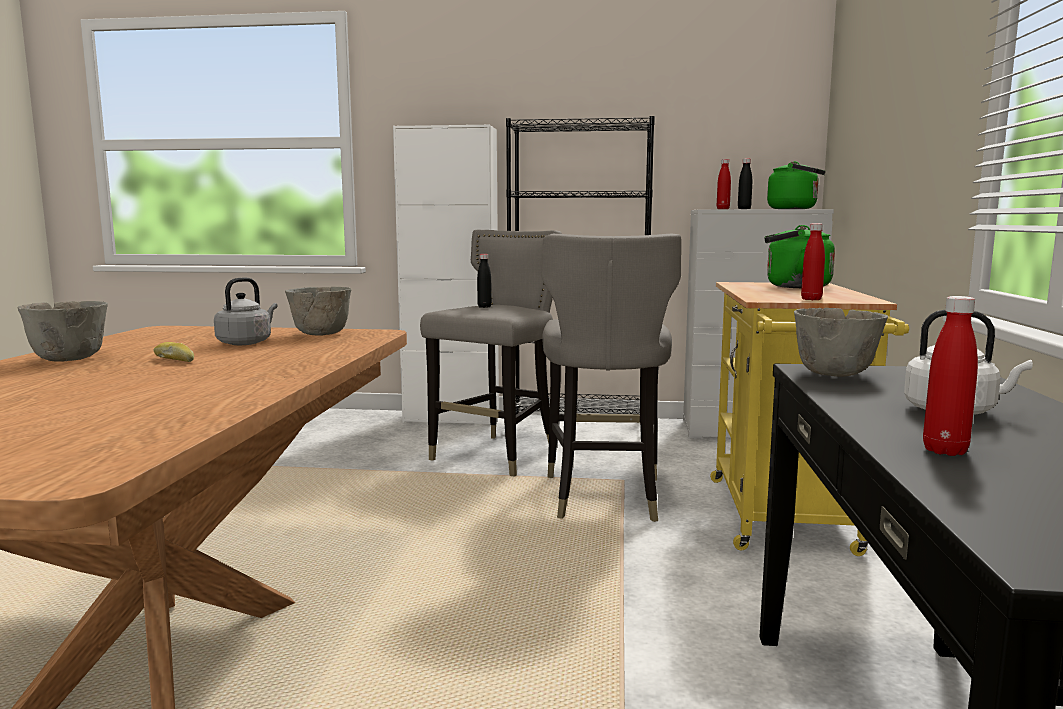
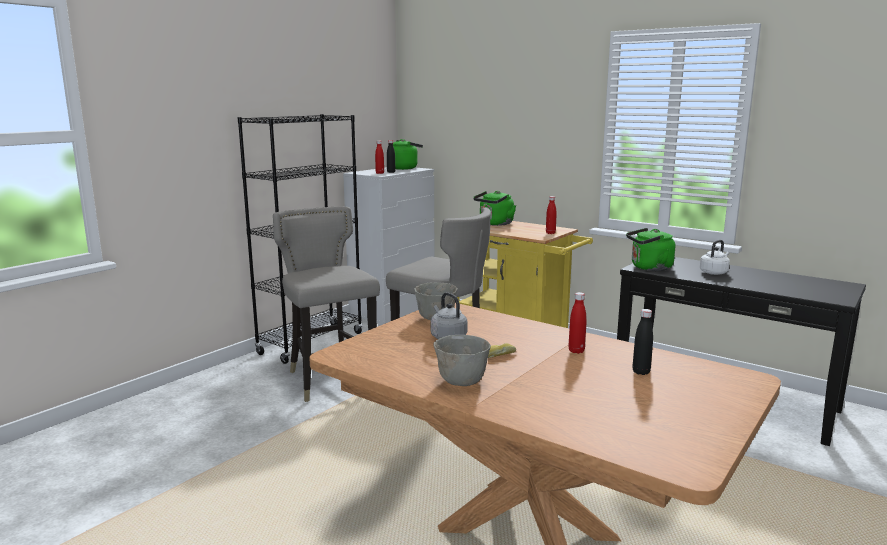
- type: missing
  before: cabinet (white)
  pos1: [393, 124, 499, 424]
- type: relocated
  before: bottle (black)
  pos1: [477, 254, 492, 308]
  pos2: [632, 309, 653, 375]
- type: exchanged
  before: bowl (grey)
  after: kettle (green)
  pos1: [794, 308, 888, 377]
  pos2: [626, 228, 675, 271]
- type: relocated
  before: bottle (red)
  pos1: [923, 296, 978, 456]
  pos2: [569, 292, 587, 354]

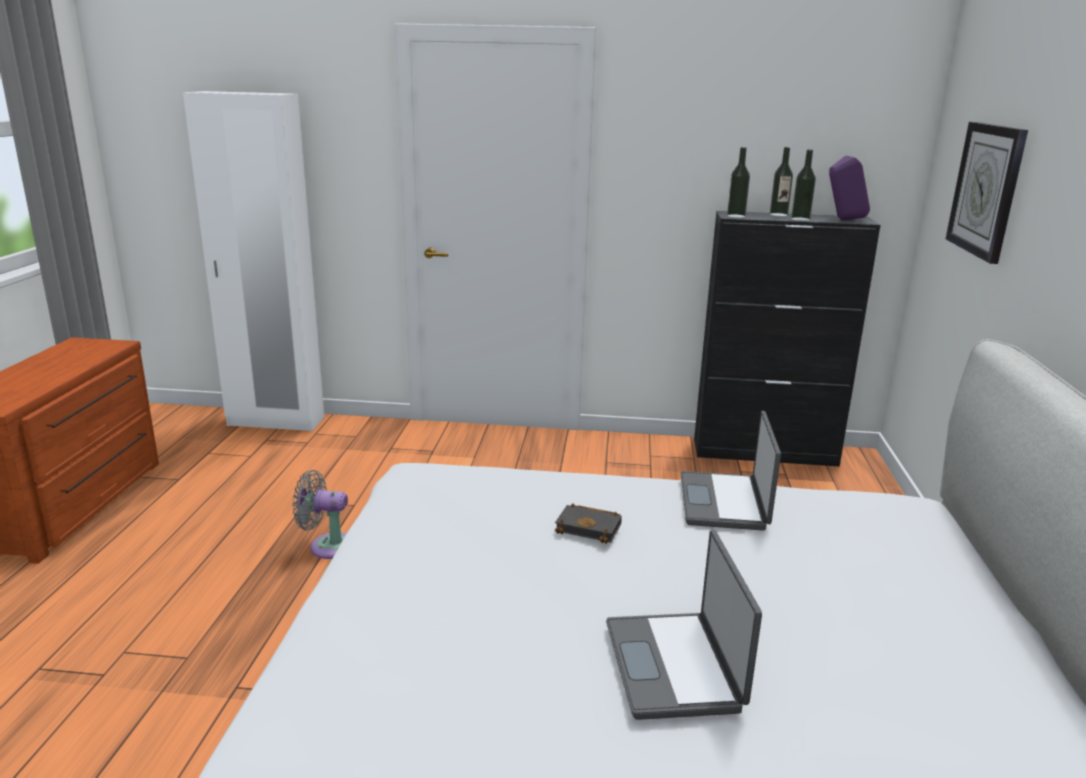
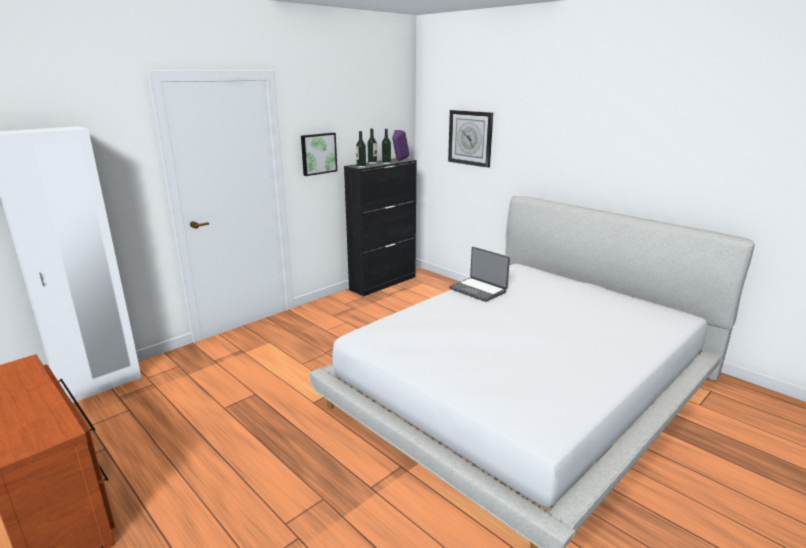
- type: missing
  before: fan (grey)
  pos1: [293, 470, 348, 559]
- type: missing
  before: book (black)
  pos1: [555, 503, 622, 544]
- type: missing
  before: laptop
  pos1: [606, 530, 762, 720]
- type: appeared
  after: picture
  pos2: [301, 133, 337, 176]

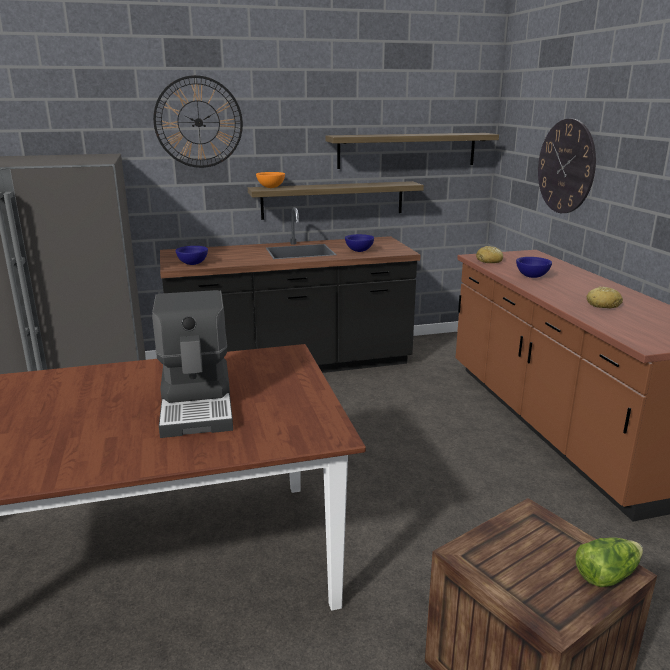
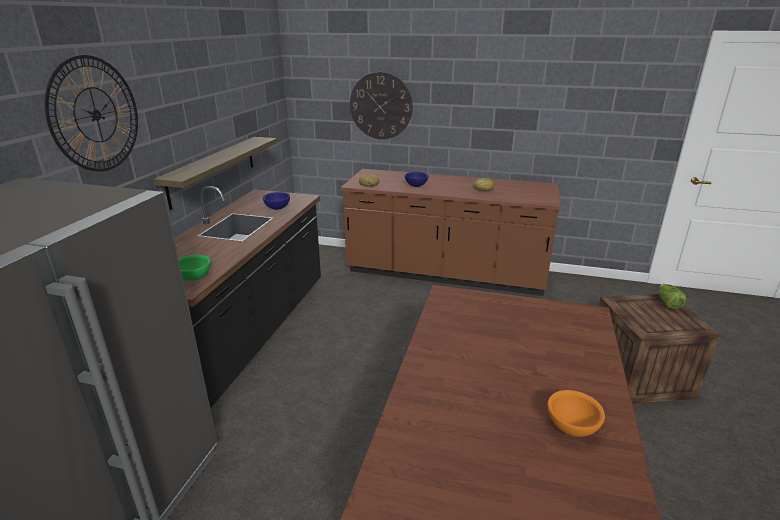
- type: missing
  before: coffee machine
  pos1: [152, 290, 233, 438]
- type: colour
  before: bowl (blue)
  after: bowl (green)
  pos1: [176, 246, 208, 265]
  pos2: [179, 255, 211, 281]
- type: relocated
  before: bowl (orange)
  pos1: [256, 172, 285, 188]
  pos2: [548, 390, 605, 437]
- type: missing
  before: shelf
  pos1: [325, 133, 499, 169]

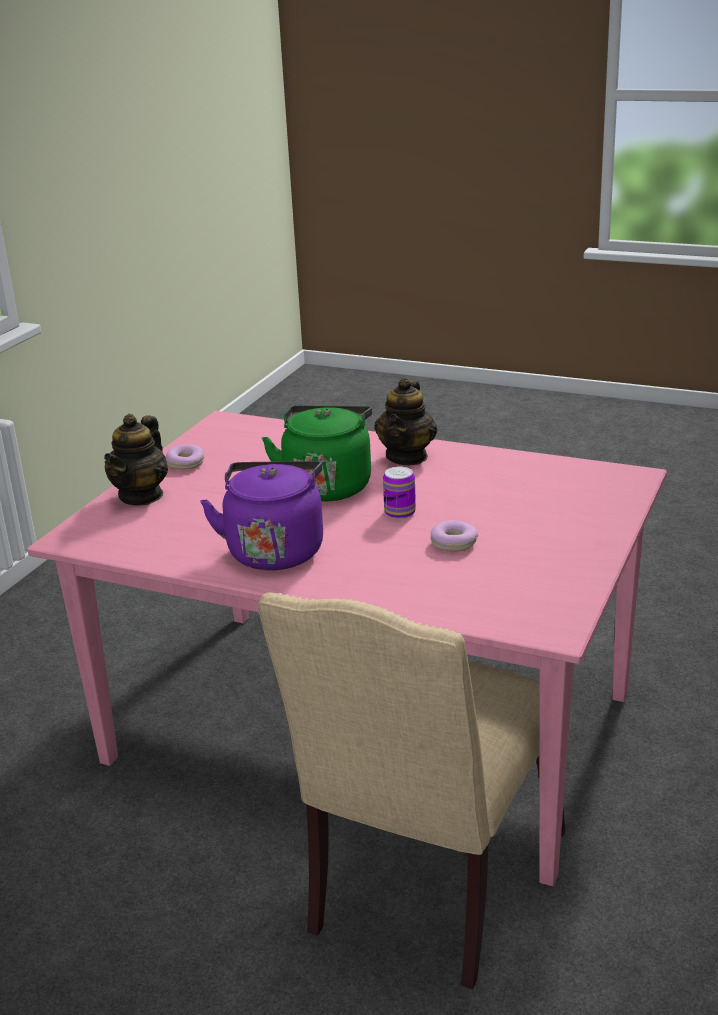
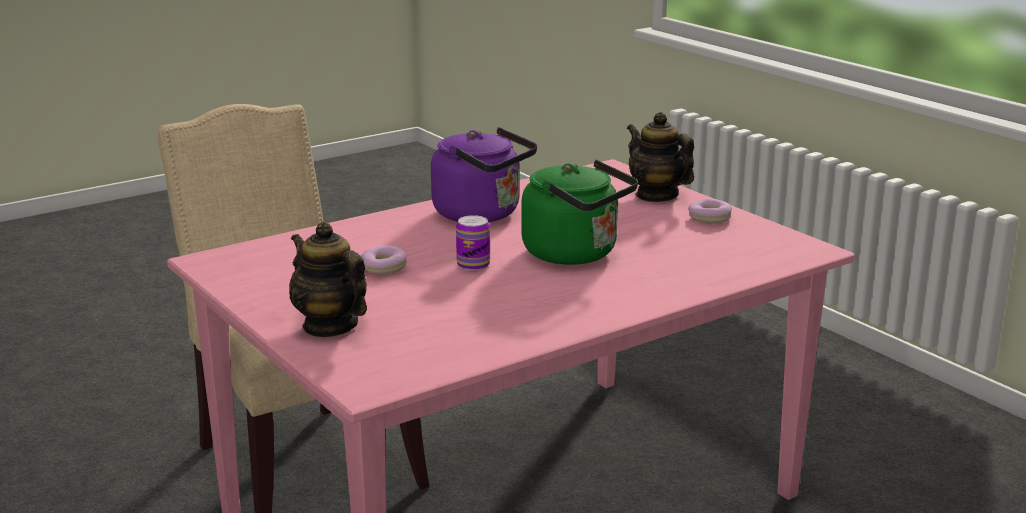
- type: relocated
  before: teapot
  pos1: [374, 377, 437, 465]
  pos2: [289, 221, 367, 337]

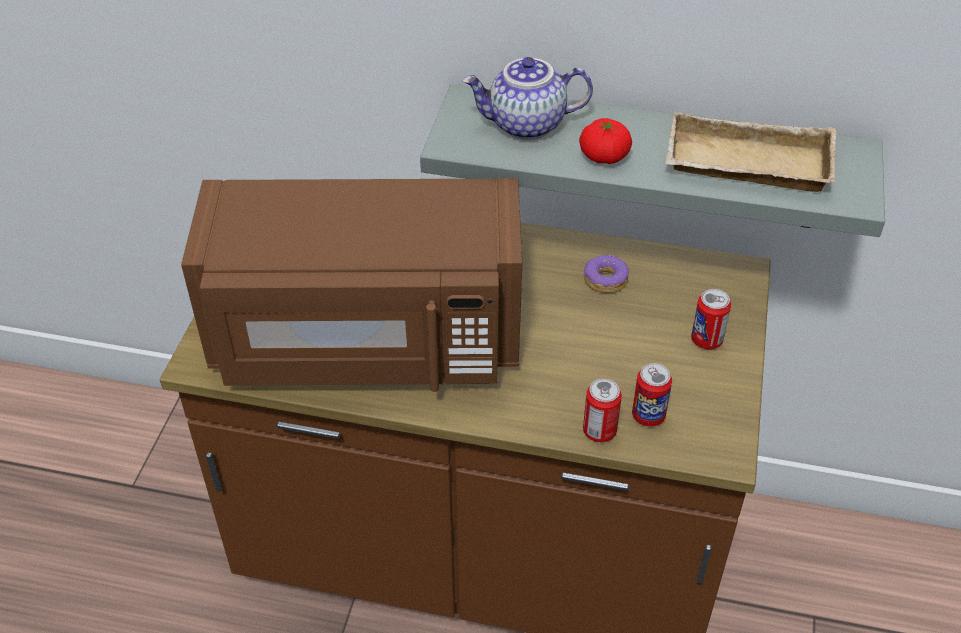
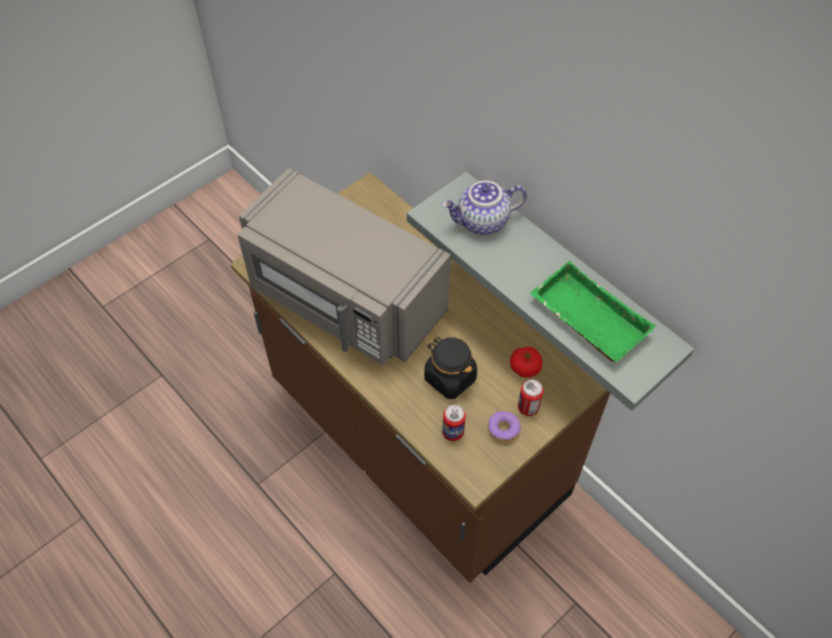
- type: colour
  before: microwave (brown)
  after: microwave (grey)
  pos1: [181, 178, 522, 392]
  pos2: [237, 168, 451, 365]
- type: spun
  before: teapot
  pos1: [462, 57, 593, 140]
  pos2: [442, 181, 527, 235]
  turn: -45
- type: relocated
  before: tomato
  pos1: [579, 118, 632, 164]
  pos2: [510, 346, 543, 378]
- type: relocated
  before: donut
  pos1: [583, 254, 629, 293]
  pos2: [488, 411, 521, 443]
- type: missing
  before: can
  pos1: [583, 378, 622, 442]
- type: colour
  before: tray (beige)
  after: tray (green)
  pos1: [665, 111, 837, 192]
  pos2: [530, 261, 656, 362]
- type: appeared
  after: jar (black)
  pos2: [424, 337, 477, 399]

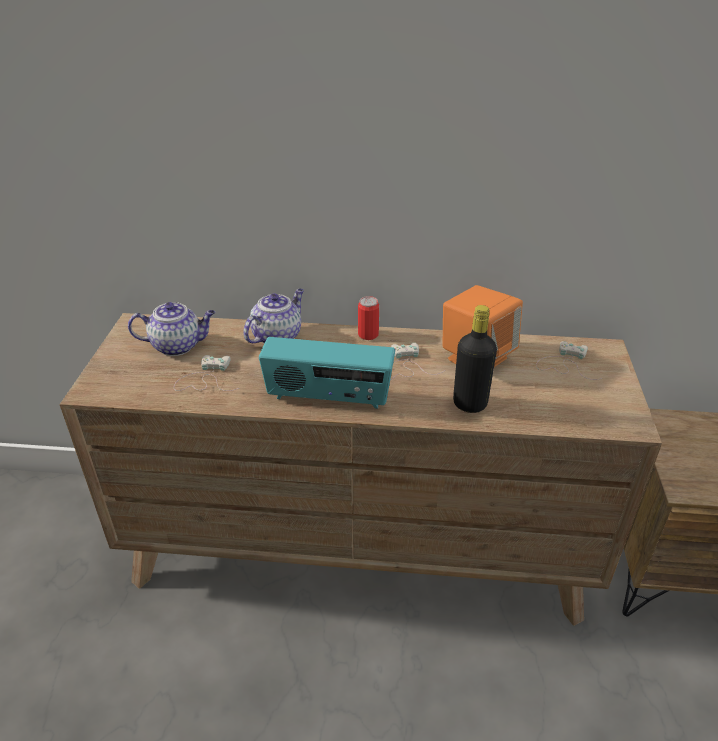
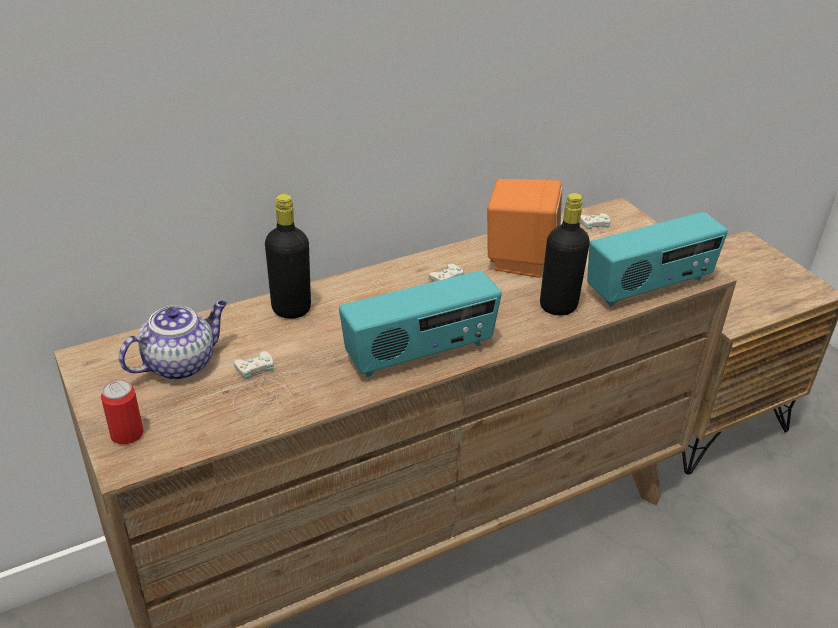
- type: exchanged
  before: teapot
  after: bottle (black)
  pos1: [244, 289, 304, 344]
  pos2: [265, 194, 311, 319]
- type: relocated
  before: can
  pos1: [358, 296, 379, 340]
  pos2: [101, 379, 144, 444]
- type: appeared
  after: radio
  pos2: [587, 212, 728, 307]

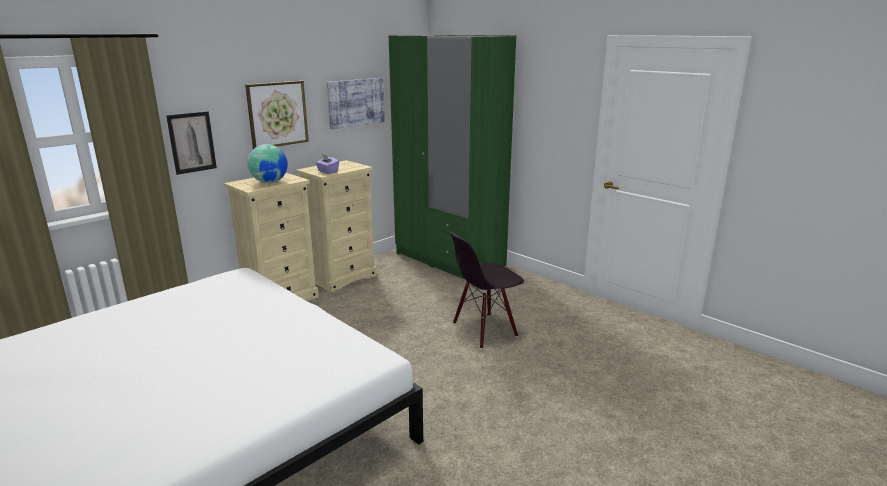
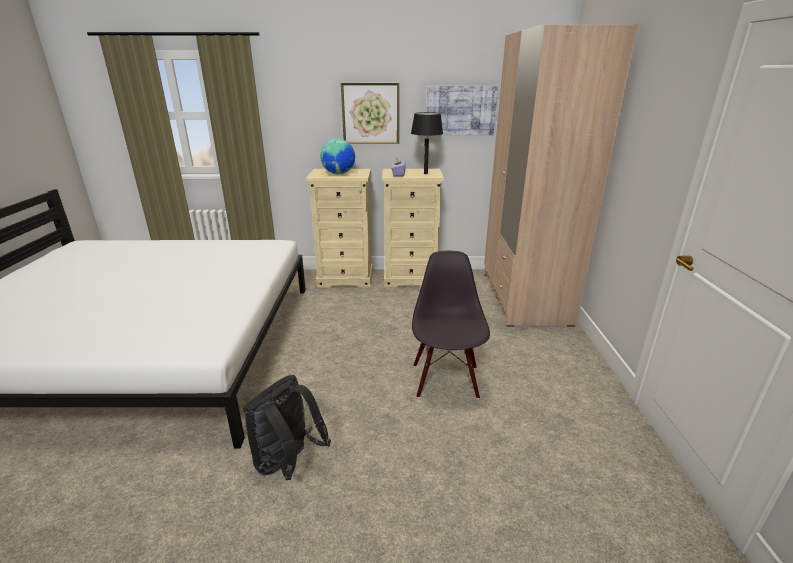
- type: missing
  before: picture
  pos1: [166, 111, 217, 175]
- type: colour
  before: wardrobe (green)
  after: wardrobe (beige)
  pos1: [389, 35, 516, 282]
  pos2: [484, 24, 639, 326]
- type: spun
  before: chair (black)
  pos1: [450, 232, 524, 349]
  pos2: [412, 251, 490, 399]
  turn: 75
- type: appeared
  after: backpack (black)
  pos2: [243, 375, 331, 480]
- type: appeared
  after: table lamp (black)
  pos2: [411, 112, 443, 174]

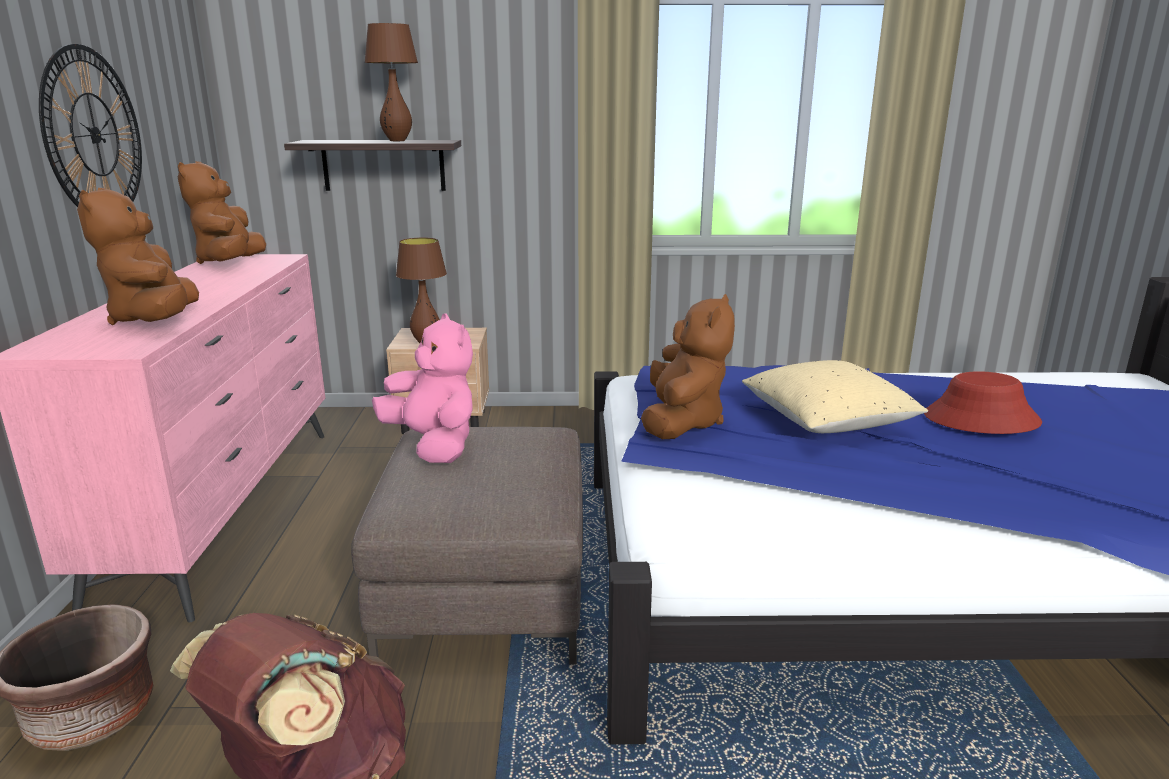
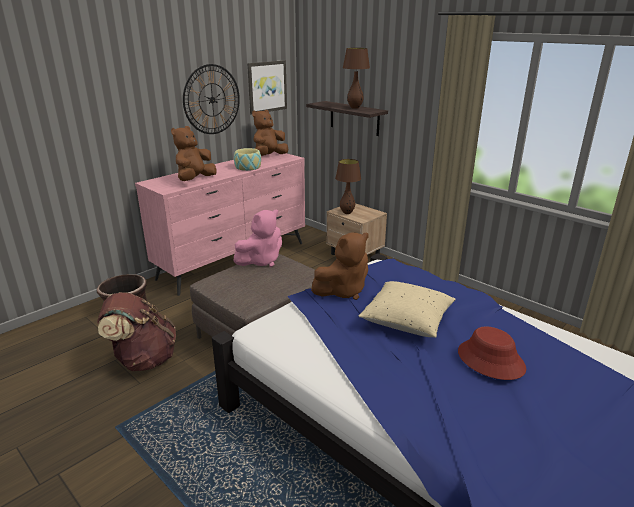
- type: spun
  before: plush toy (pink)
  pos1: [372, 313, 473, 463]
  pos2: [234, 209, 282, 267]
  turn: 45
- type: appeared
  after: bowl
  pos2: [234, 148, 261, 171]
- type: appeared
  after: picture
  pos2: [247, 60, 287, 115]

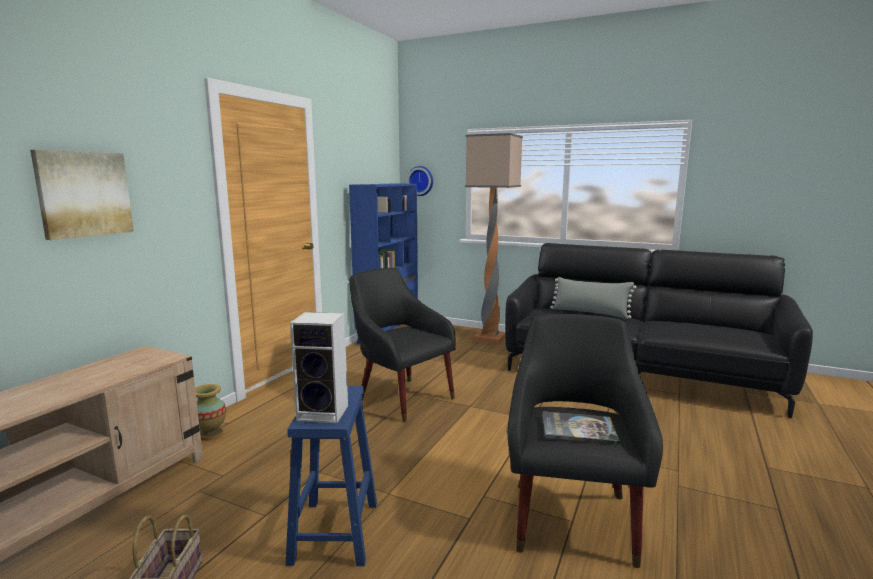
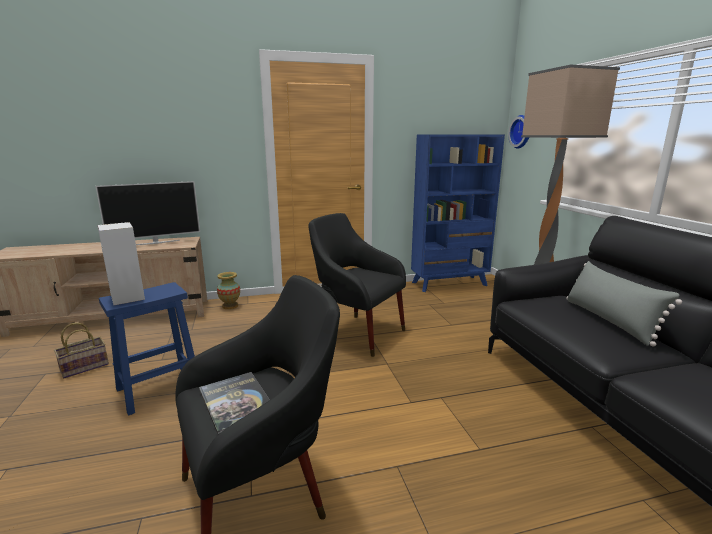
- type: missing
  before: picture
  pos1: [30, 150, 134, 240]
- type: spun
  before: armchair (black)
  pos1: [349, 268, 456, 422]
  pos2: [308, 213, 406, 357]
  turn: -60
- type: appeared
  after: television
  pos2: [96, 181, 200, 245]

